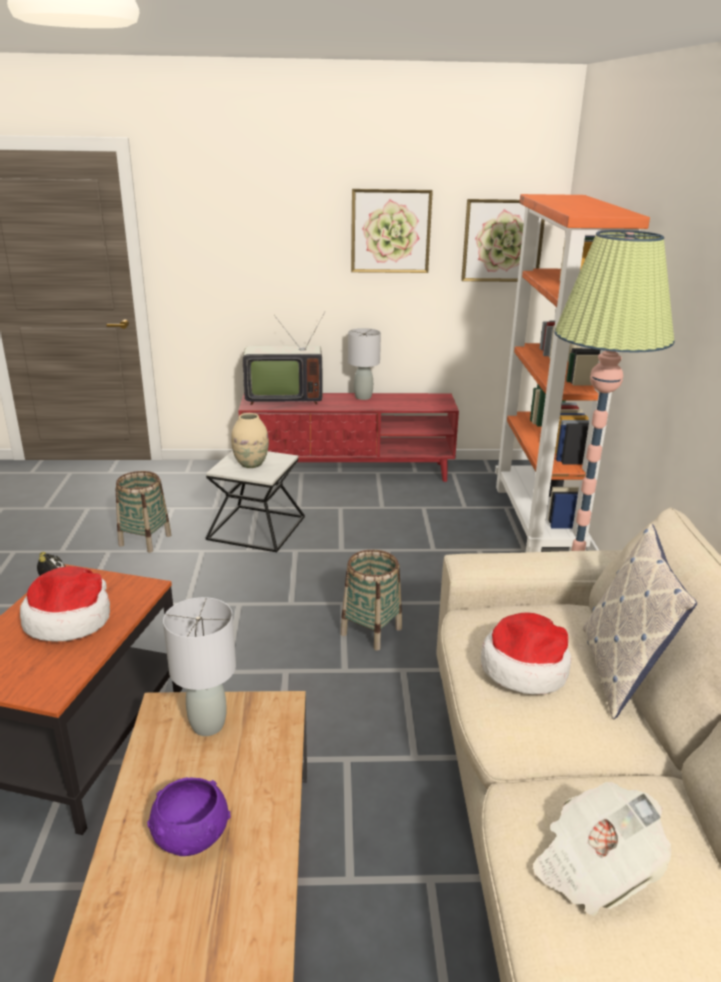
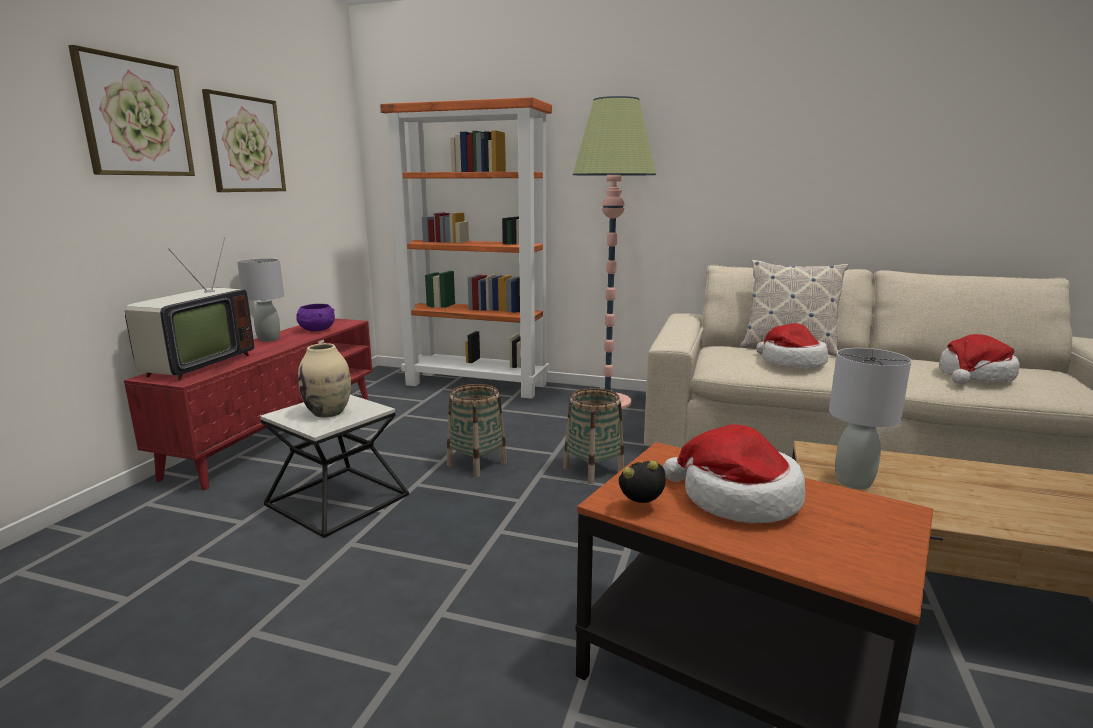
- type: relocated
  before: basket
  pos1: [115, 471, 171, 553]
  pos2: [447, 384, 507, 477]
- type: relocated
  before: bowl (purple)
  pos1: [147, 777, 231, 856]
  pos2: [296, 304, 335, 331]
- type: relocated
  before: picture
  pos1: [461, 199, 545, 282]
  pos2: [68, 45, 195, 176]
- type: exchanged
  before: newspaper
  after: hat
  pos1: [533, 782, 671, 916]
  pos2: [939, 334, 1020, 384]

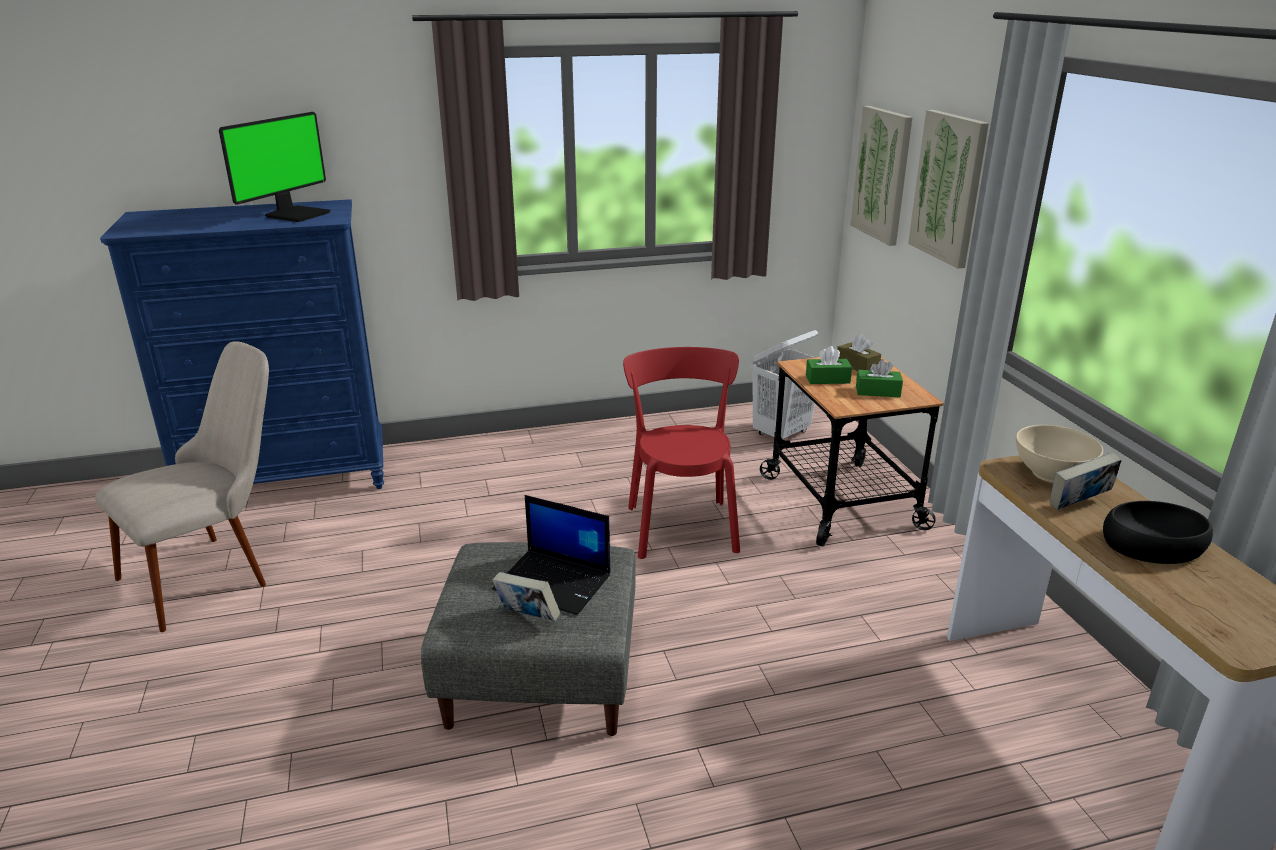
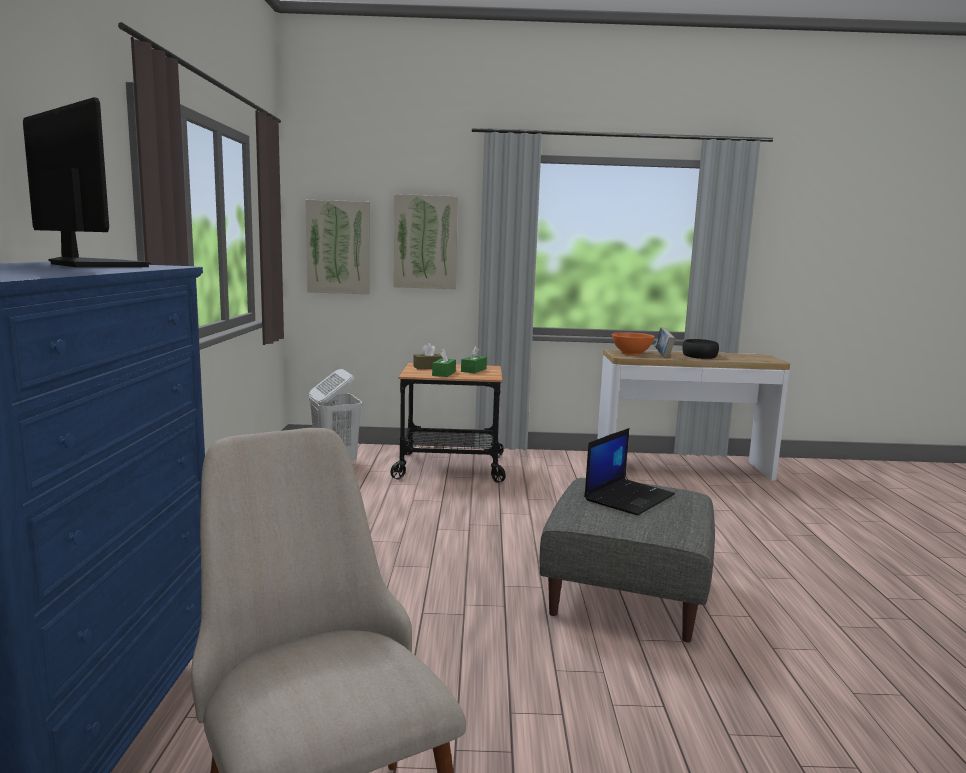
- type: missing
  before: book
  pos1: [492, 572, 560, 621]
- type: missing
  before: chair (red)
  pos1: [623, 347, 740, 559]
- type: colour
  before: bowl (beige)
  after: bowl (orange)
  pos1: [1016, 425, 1103, 483]
  pos2: [612, 332, 655, 355]

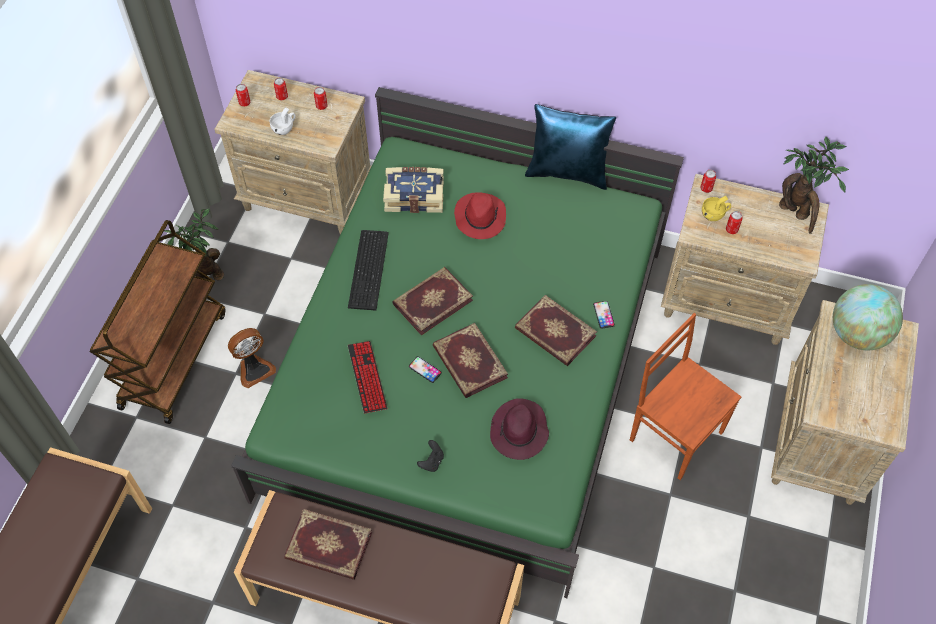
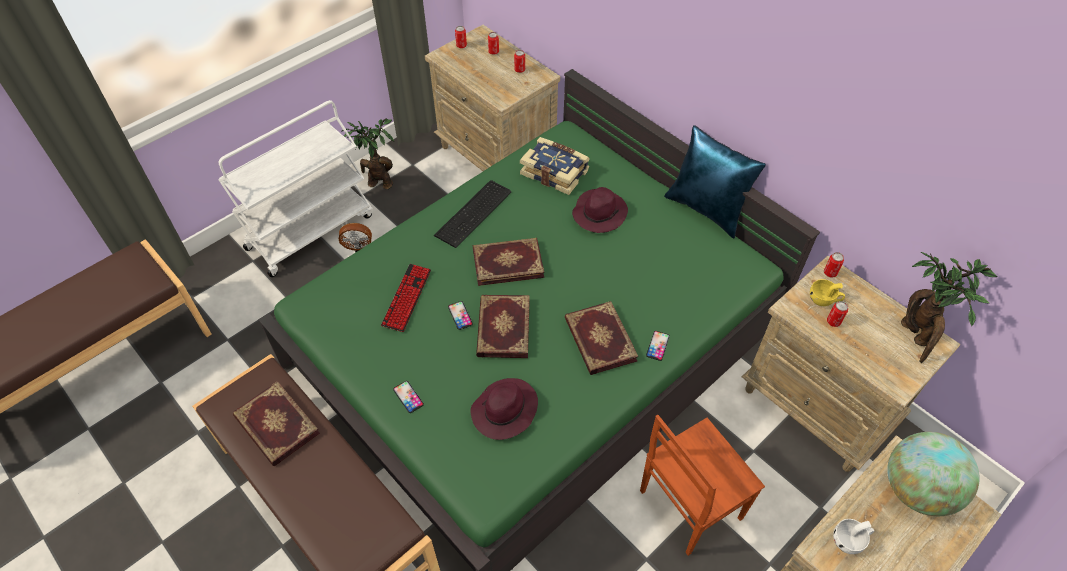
- type: colour
  before: cart (brown)
  after: cart (white)
  pos1: [90, 220, 226, 424]
  pos2: [218, 100, 373, 277]
- type: relocated
  before: cup (white)
  pos1: [270, 107, 296, 135]
  pos2: [833, 519, 874, 554]
- type: exchanged
  before: game controller (black)
  after: phone
  pos1: [417, 440, 444, 472]
  pos2: [393, 381, 424, 413]
- type: colour
  before: hat (red)
  after: hat (purple)
  pos1: [454, 192, 506, 239]
  pos2: [572, 187, 628, 233]
- type: spun
  before: chair (brown)
  pos1: [630, 313, 741, 480]
  pos2: [640, 415, 765, 556]
  turn: -105

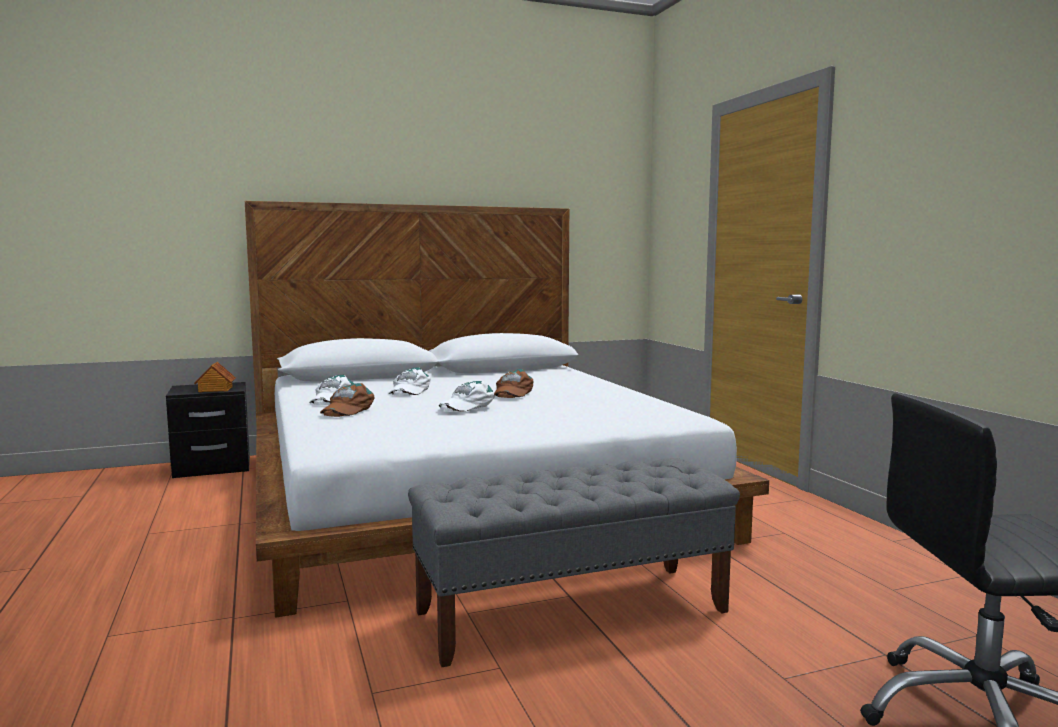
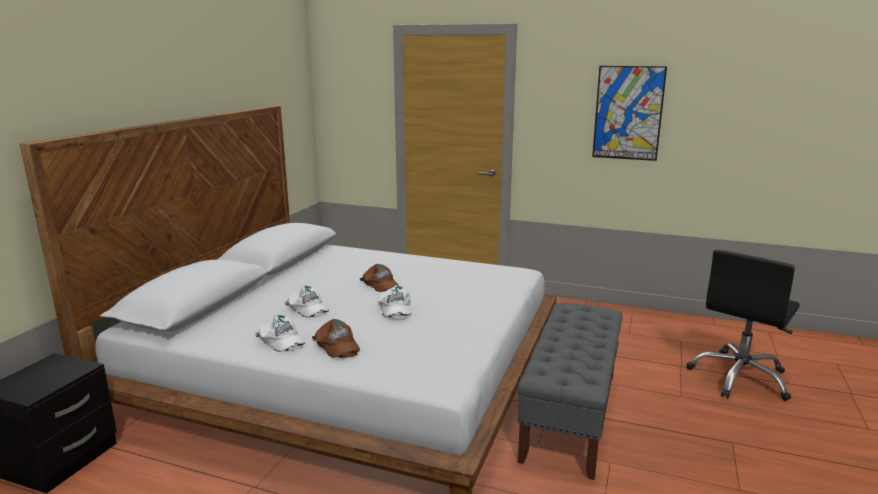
- type: missing
  before: toy house
  pos1: [194, 362, 236, 392]
- type: appeared
  after: picture
  pos2: [592, 66, 667, 161]

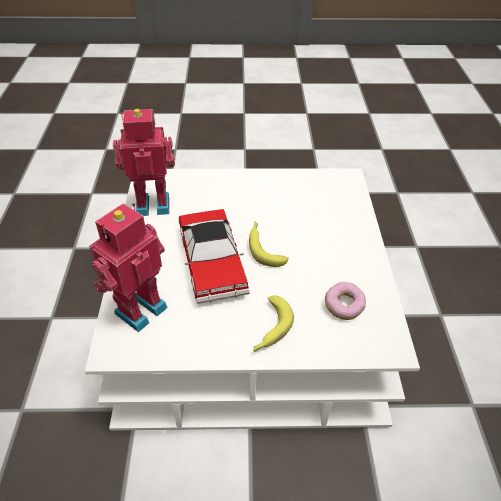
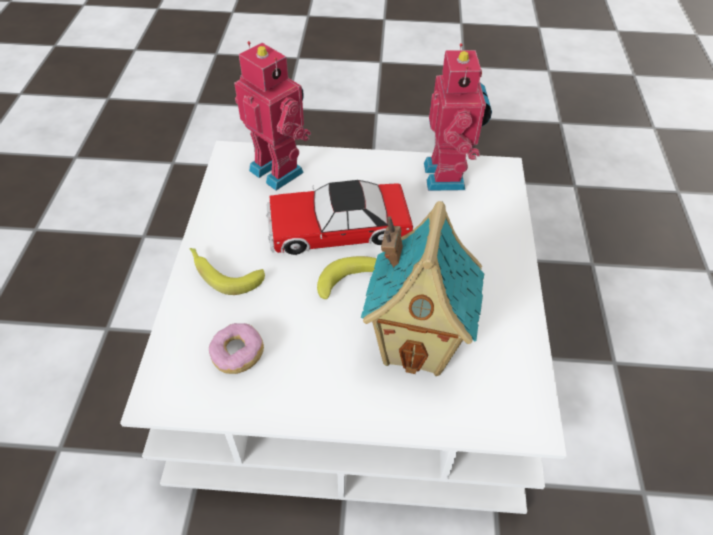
- type: appeared
  after: toy house
  pos2: [361, 201, 484, 376]

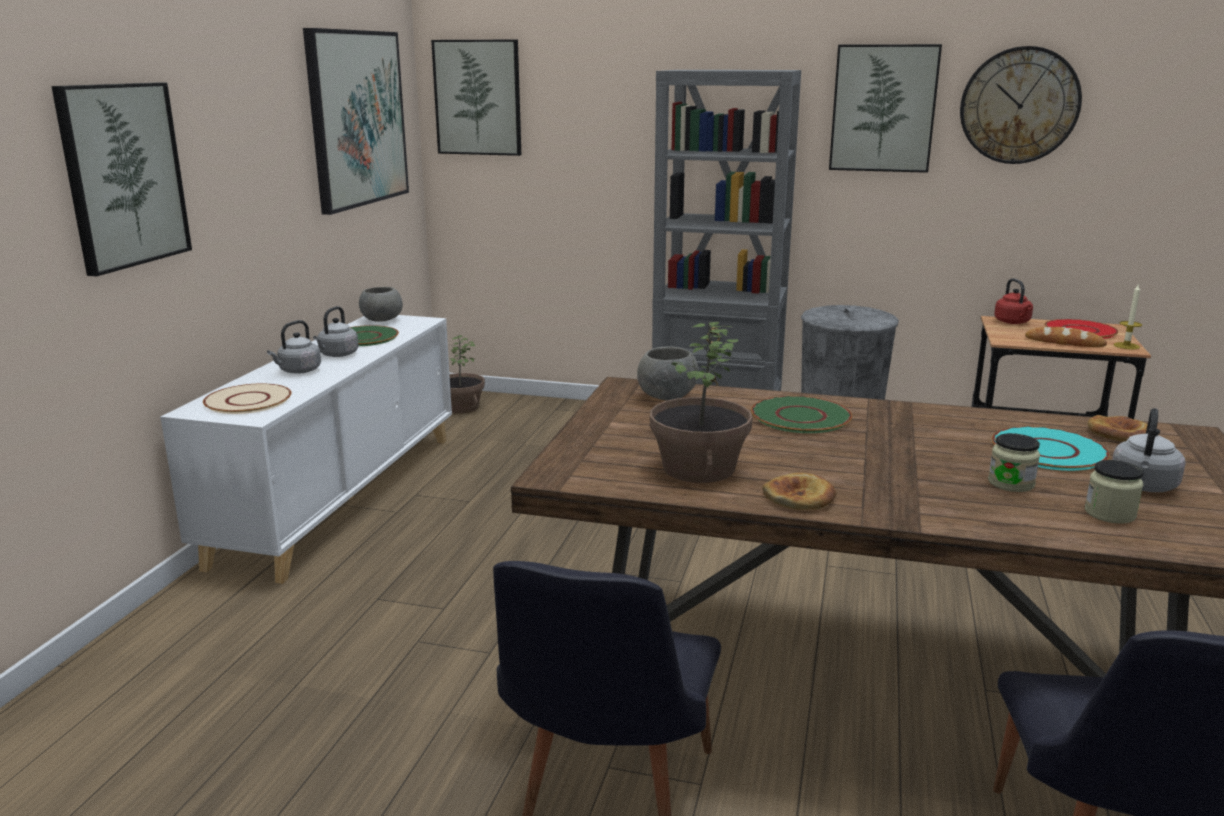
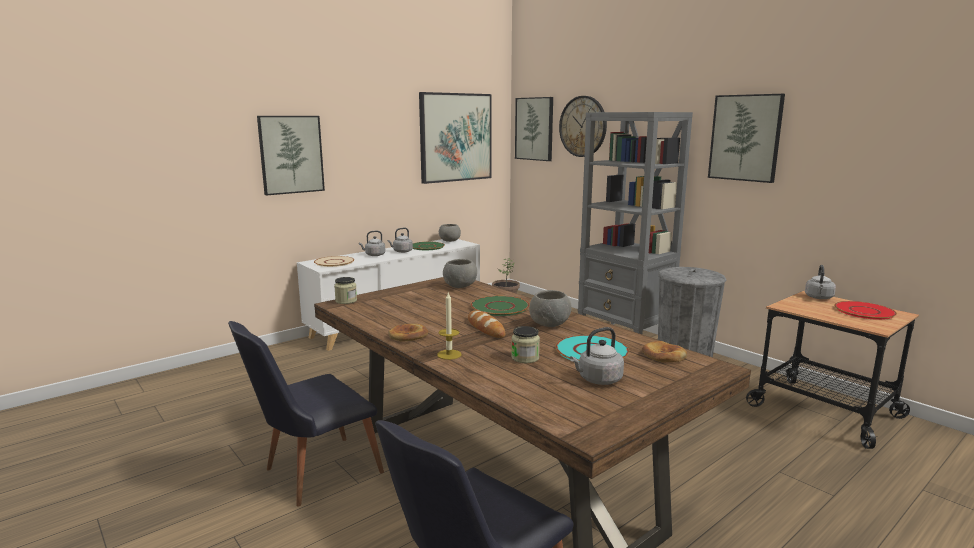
- type: missing
  before: potted plant
  pos1: [650, 321, 752, 483]
- type: relocated
  before: wall clock
  pos1: [960, 46, 1082, 164]
  pos2: [559, 96, 607, 157]
- type: colour
  before: kettle (red)
  after: kettle (grey)
  pos1: [994, 278, 1033, 324]
  pos2: [805, 265, 836, 299]
- type: relocated
  before: bread
  pos1: [1025, 327, 1107, 347]
  pos2: [468, 310, 505, 338]
- type: relocated
  before: jar
  pos1: [1085, 460, 1143, 524]
  pos2: [334, 277, 357, 304]
- type: relocated
  before: candle
  pos1: [1113, 283, 1142, 350]
  pos2: [437, 293, 462, 360]
- type: appeared
  after: bowl (grey)
  pos2: [529, 290, 572, 327]

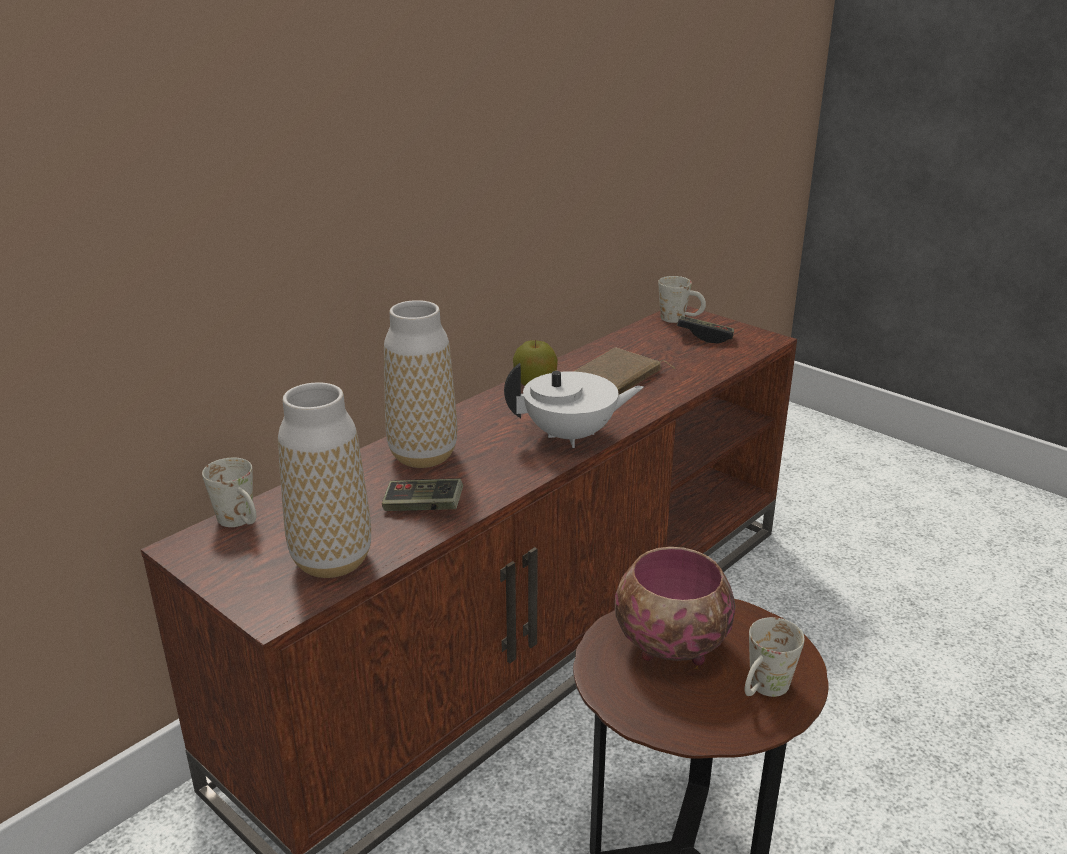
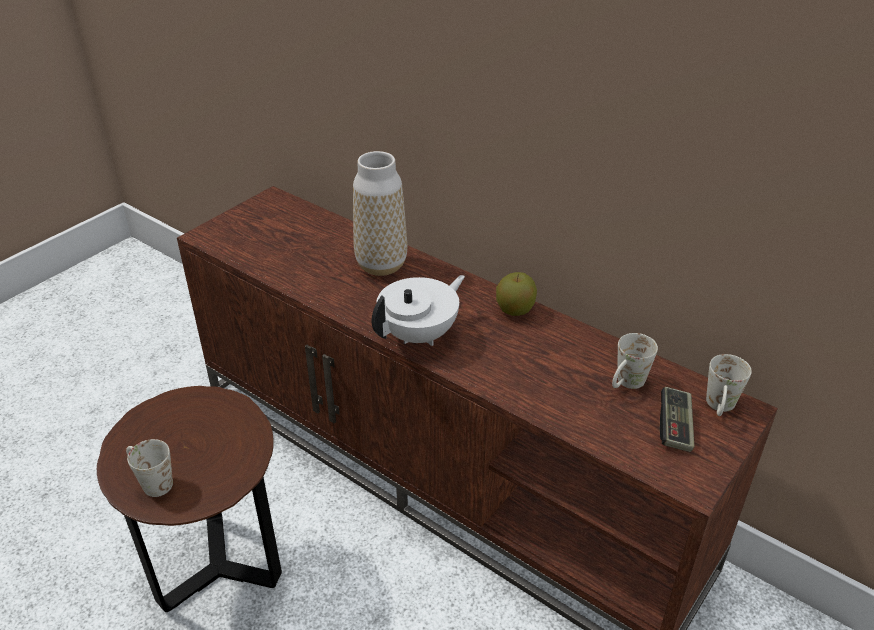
- type: relocated
  before: mug (white)
  pos1: [202, 458, 256, 527]
  pos2: [612, 333, 658, 389]
- type: missing
  before: vase
  pos1: [278, 382, 371, 578]
- type: missing
  before: game controller
  pos1: [382, 478, 463, 511]
- type: spun
  before: teapot (white)
  pos1: [504, 363, 644, 448]
  pos2: [372, 275, 465, 346]
  turn: -120
- type: missing
  before: book (brown)
  pos1: [574, 347, 676, 395]
- type: missing
  before: bowl
  pos1: [615, 547, 736, 666]

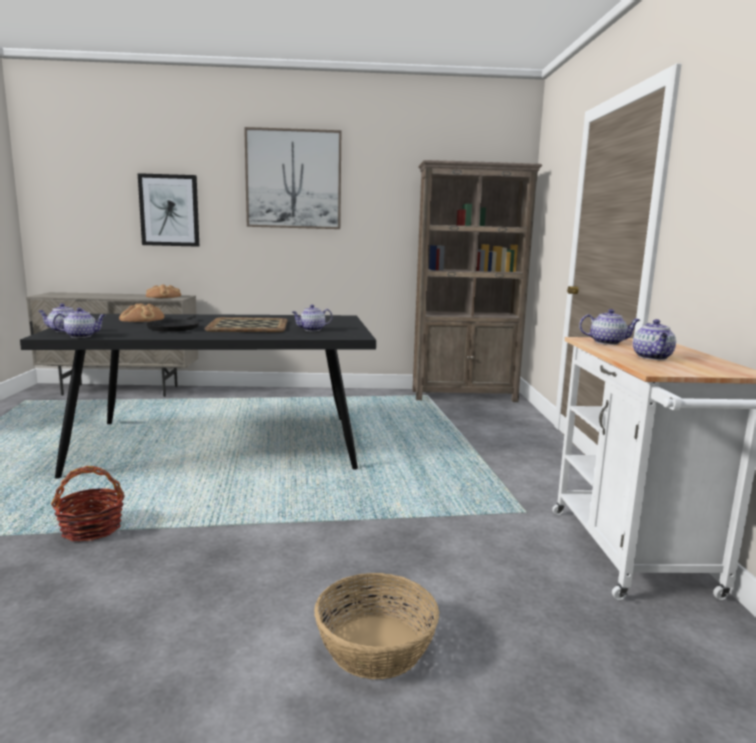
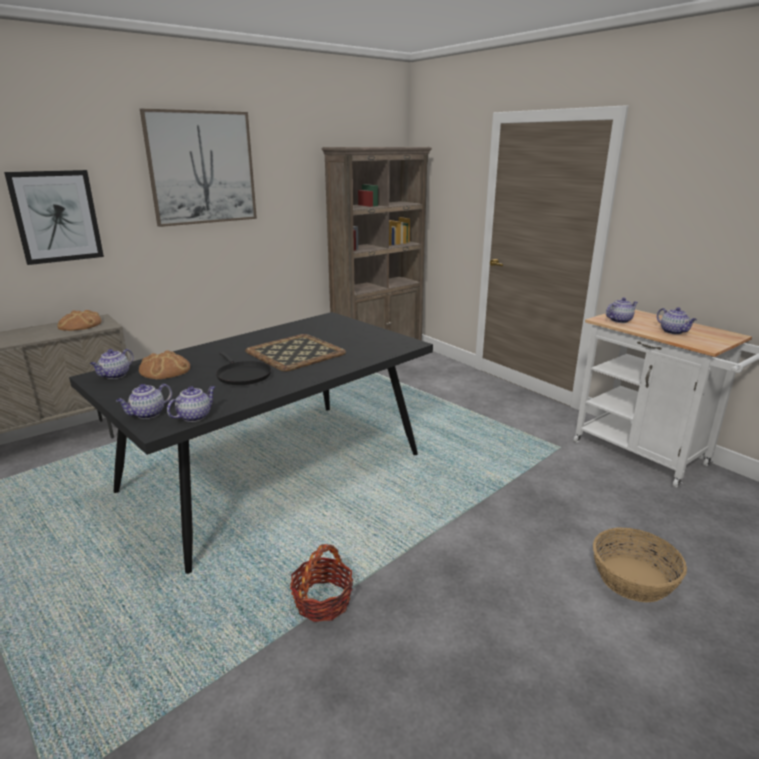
- type: relocated
  before: teapot
  pos1: [292, 305, 333, 331]
  pos2: [90, 349, 134, 379]

